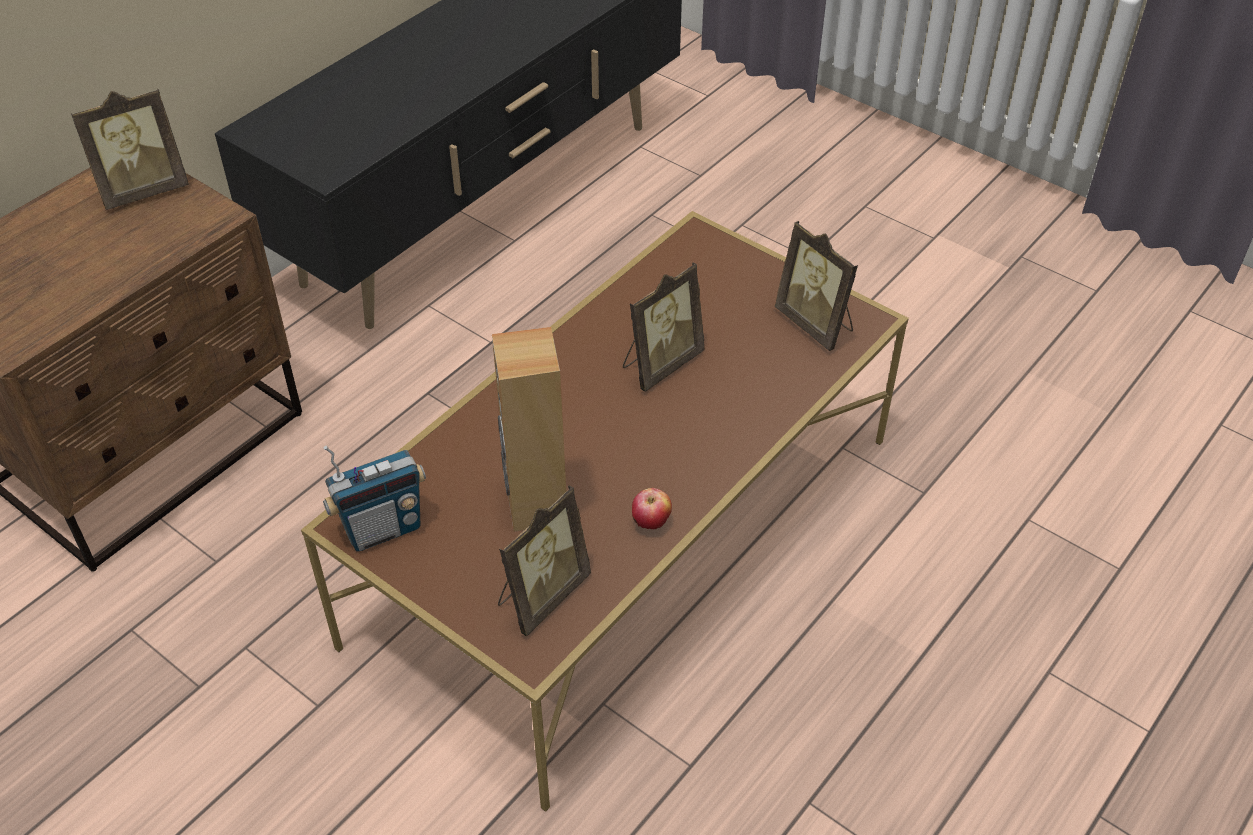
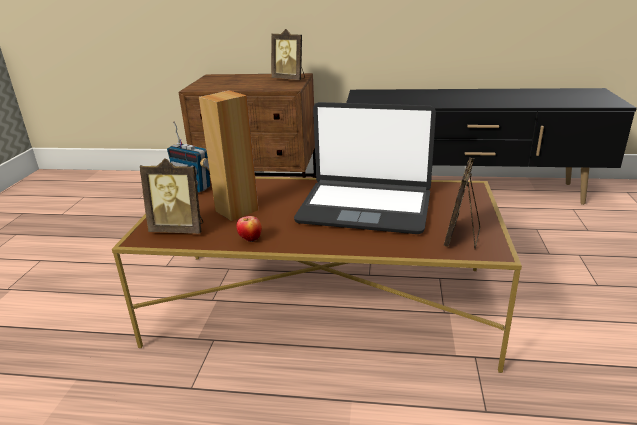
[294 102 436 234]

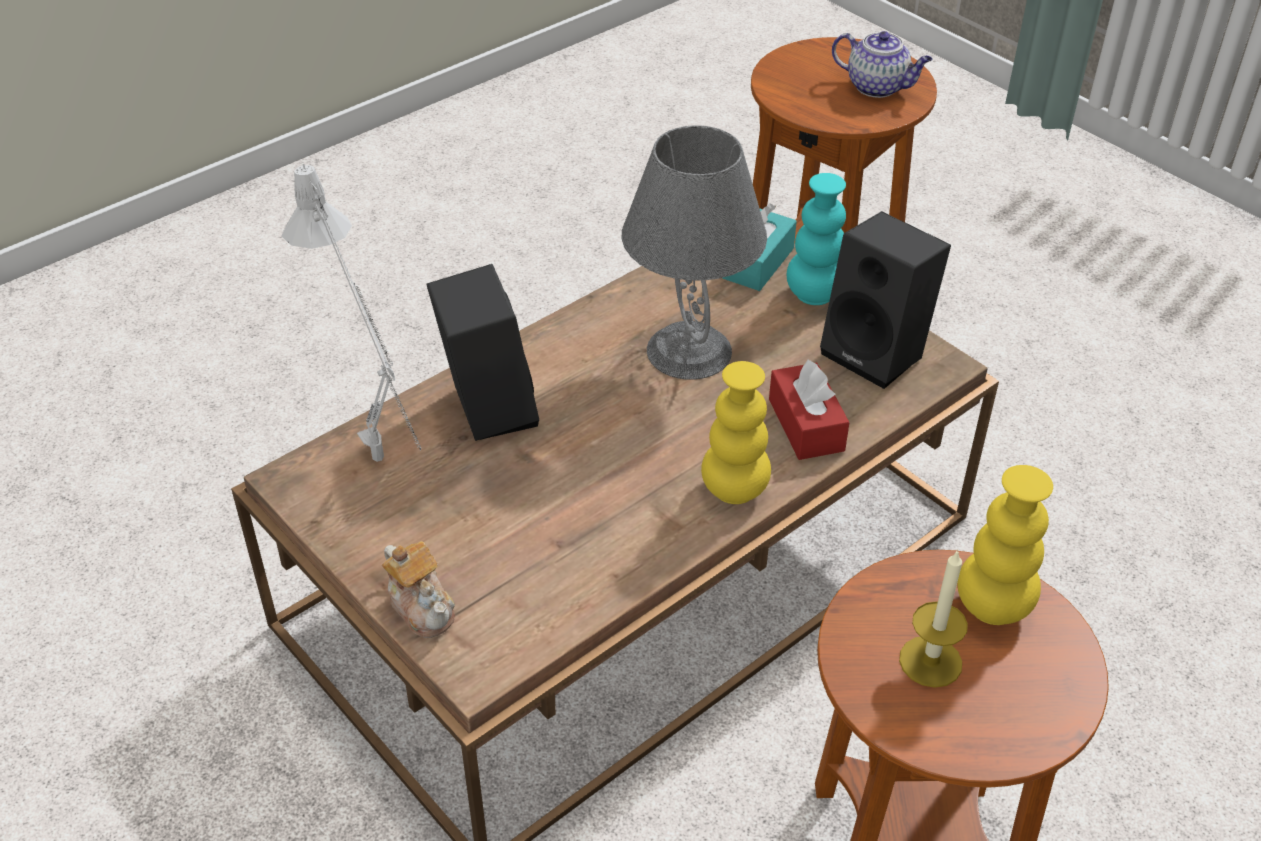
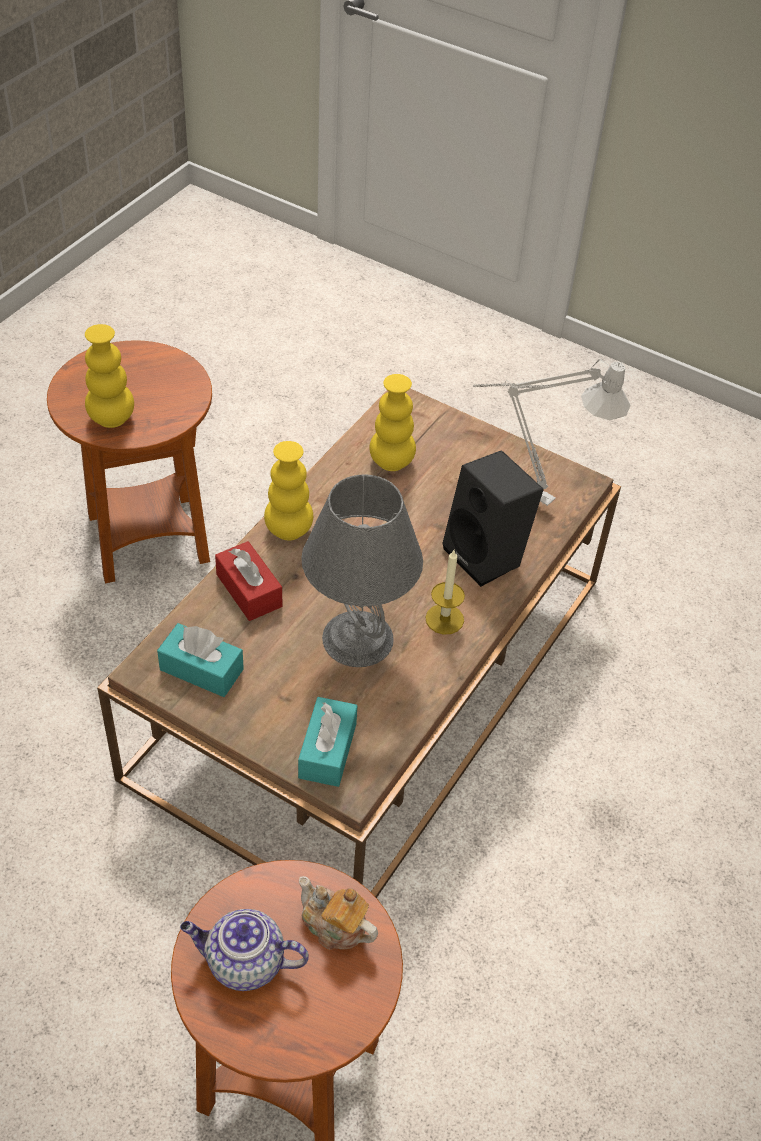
[298 876 378 950]
[787 173 846 305] (first image)
[157 623 244 697]
[425 550 465 634]
[369 374 416 471]

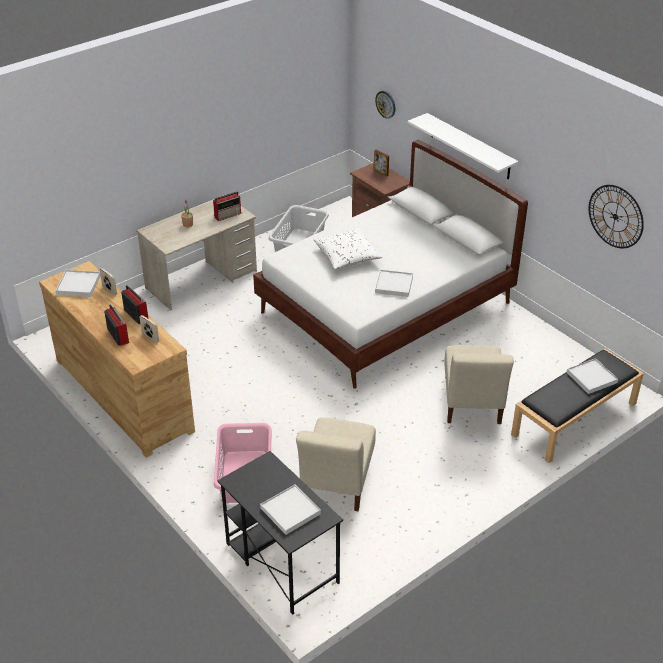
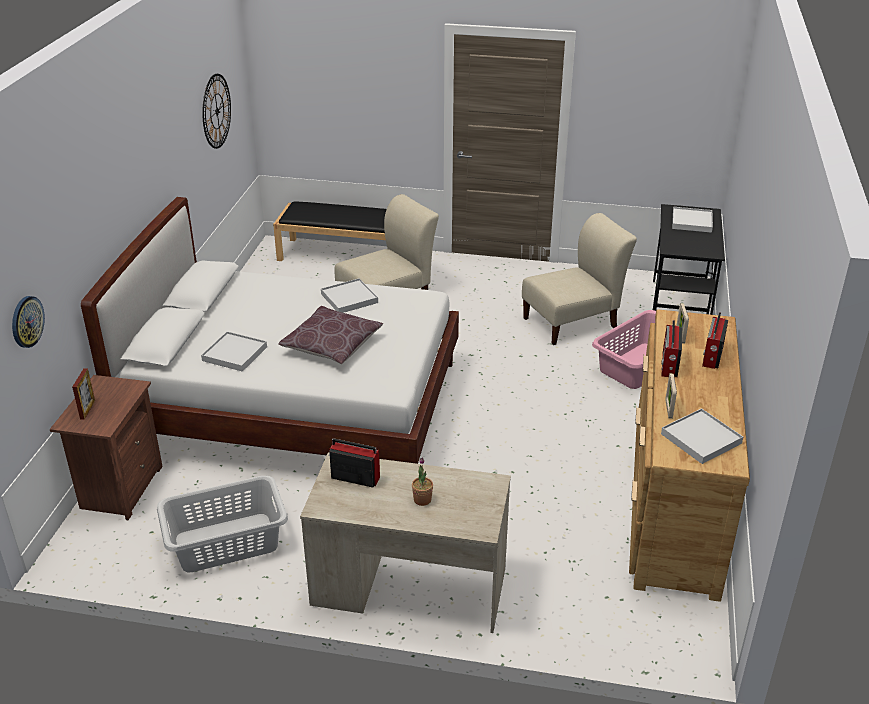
[278 306 383 364]
[408 113 518 179] (first image)
[201 331 267 372]

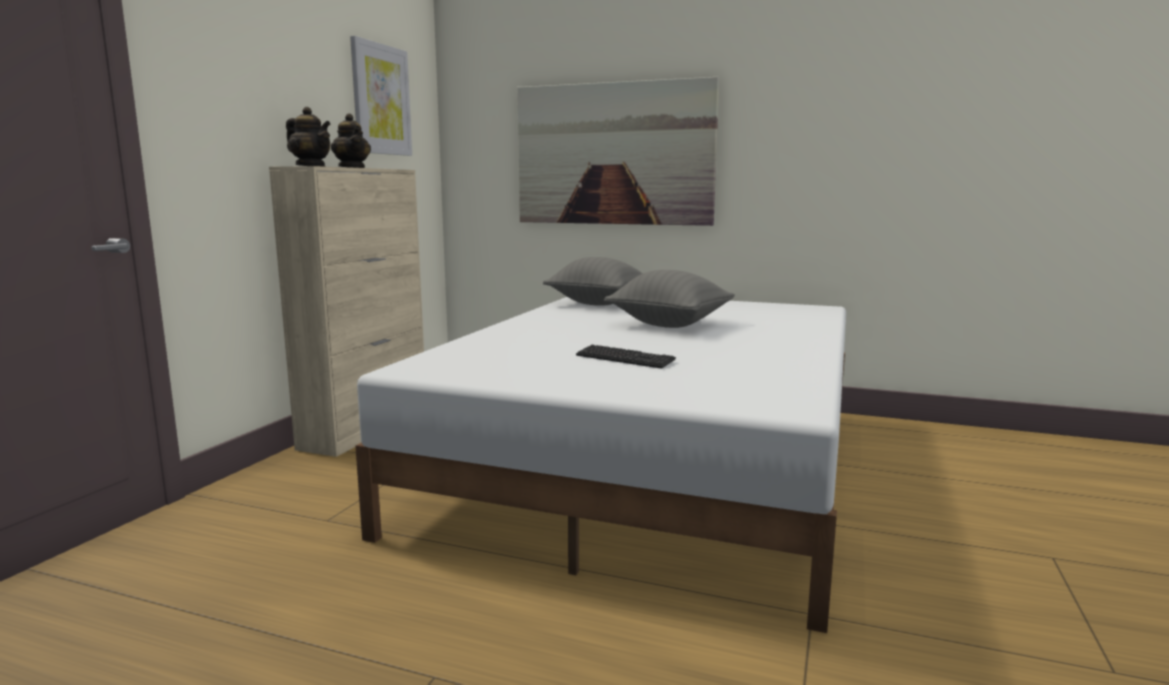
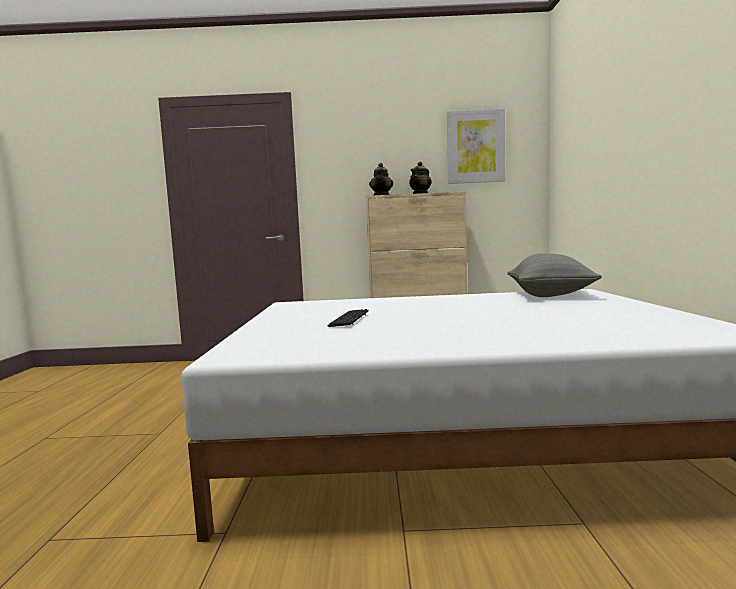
[517 77 719 226] (first image)
[604 270 735 328] (first image)

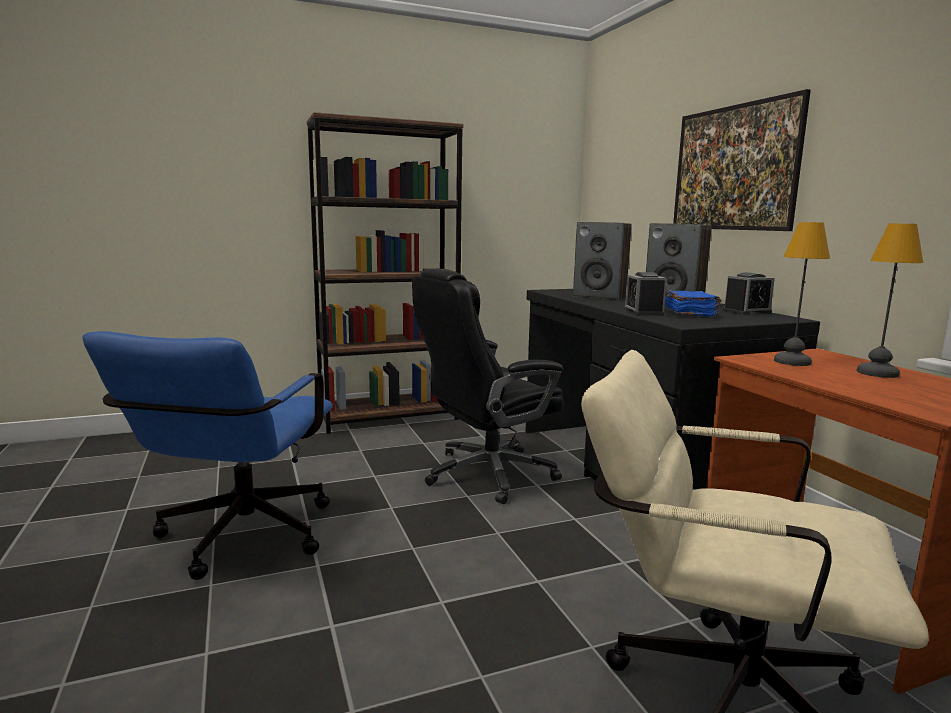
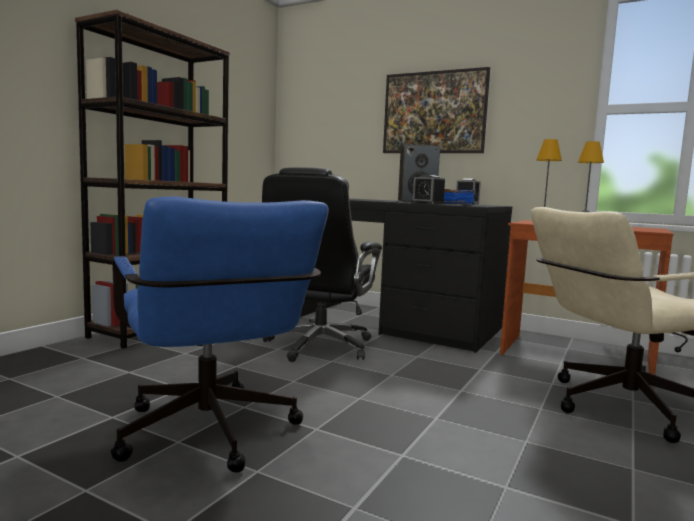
[573 222 632 300] (first image)

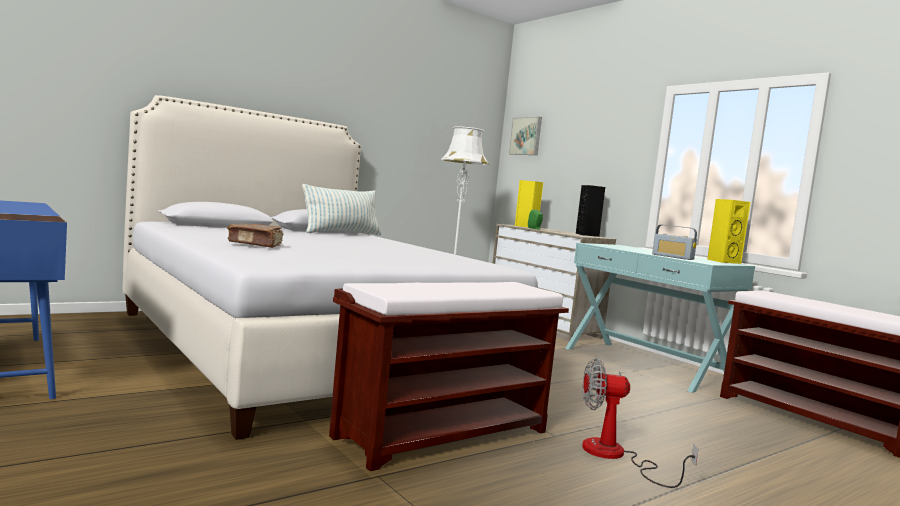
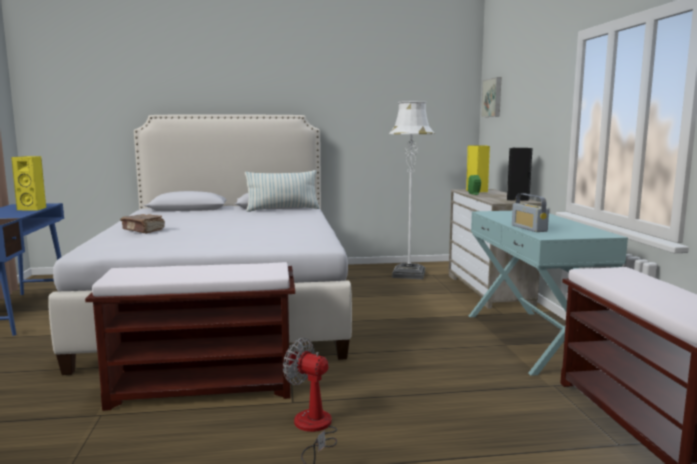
[11 156 46 211]

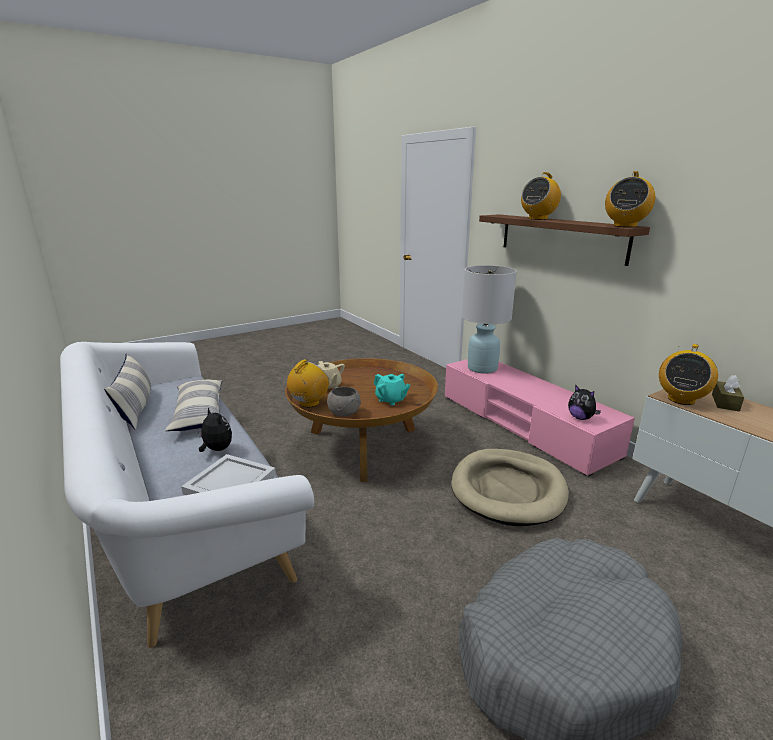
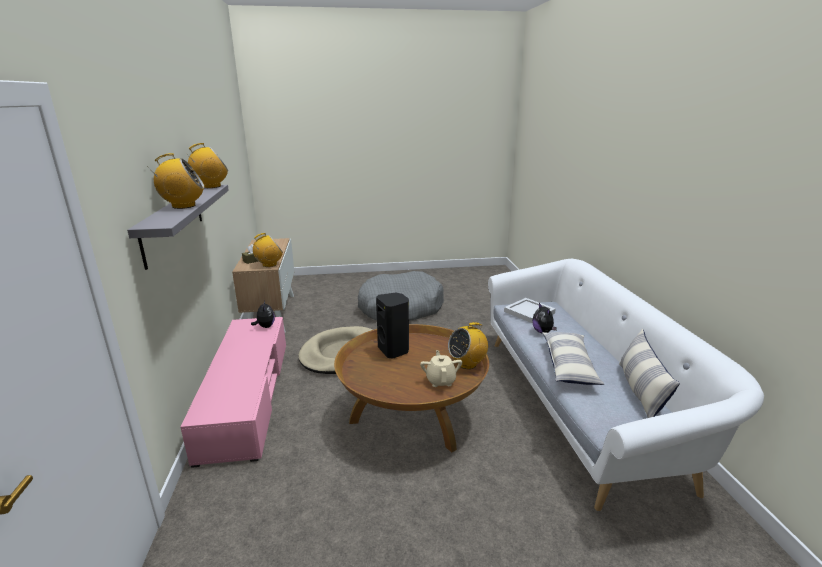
[327 387 361 416] (first image)
[376 293 409 359]
[462 265 517 374] (first image)
[127 185 229 270]

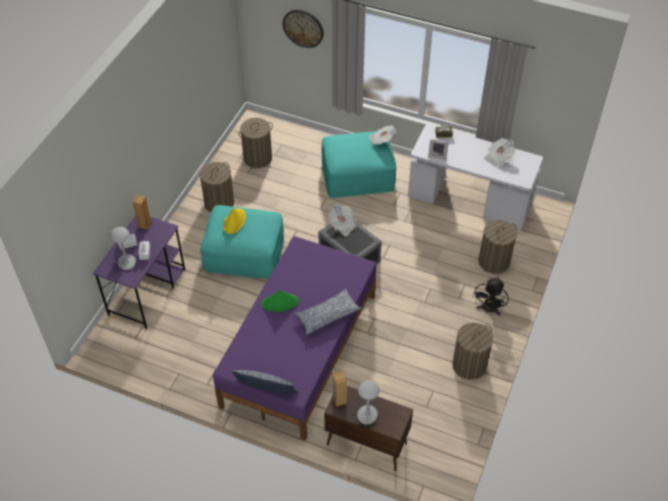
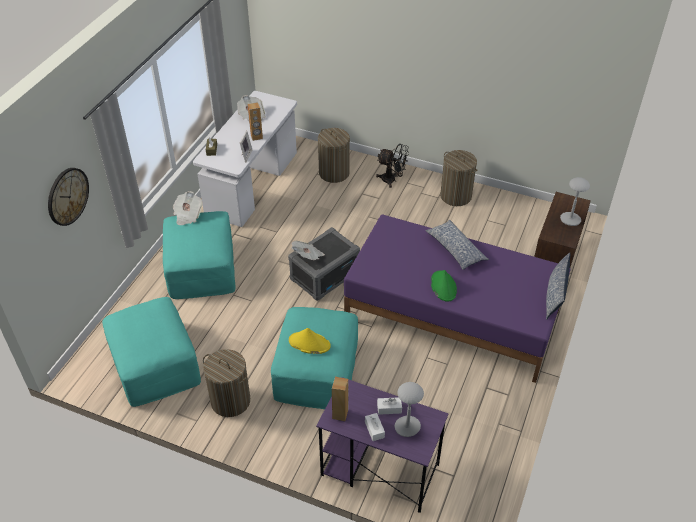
[102 297 201 407]
[248 102 263 141]

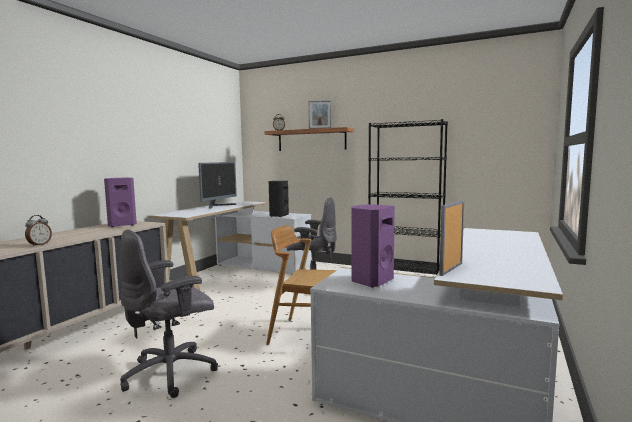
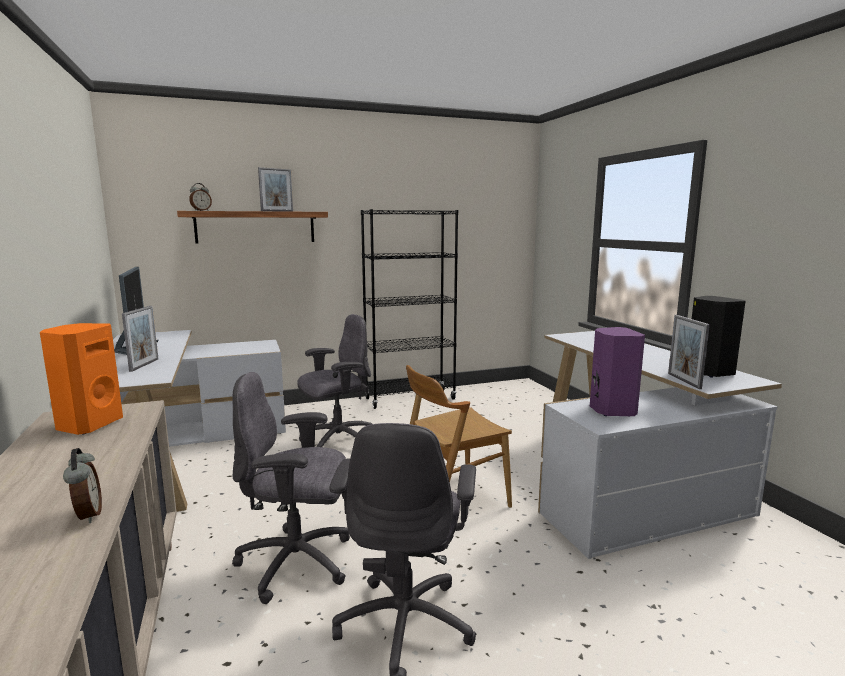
[40 323 123 435]
[692 296 746 378]
[122 306 158 372]
[232 372 350 604]

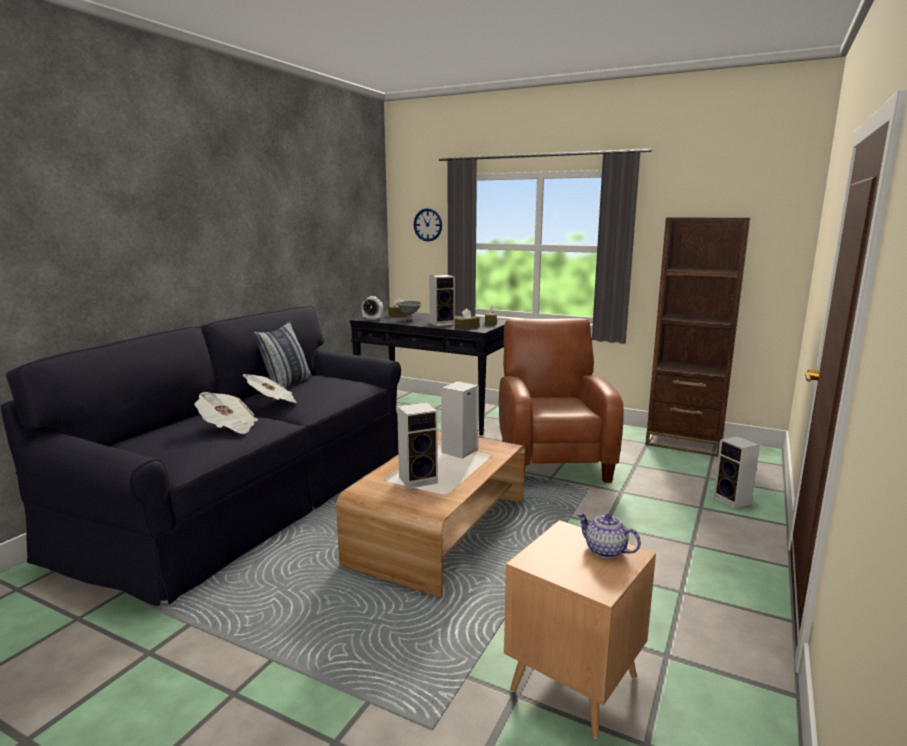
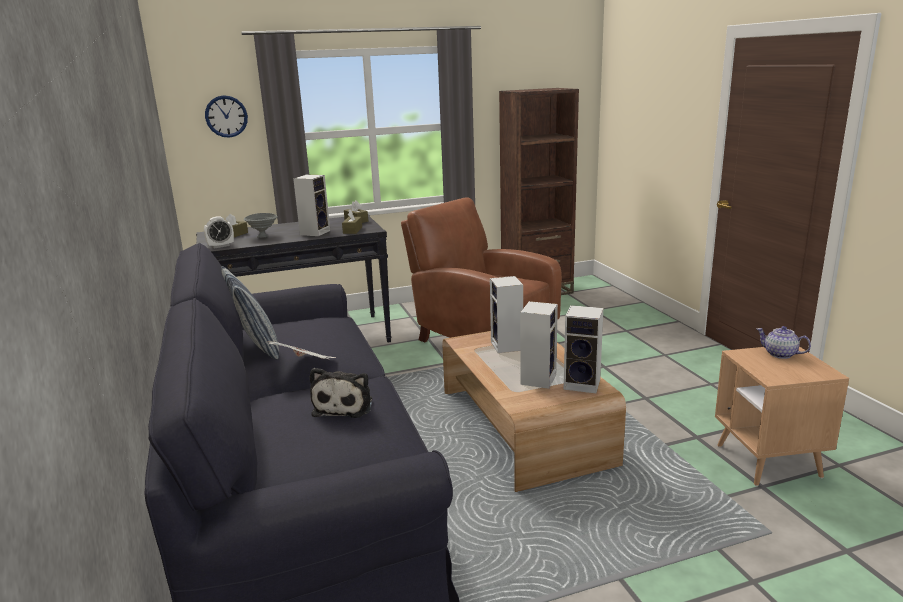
[310 368 372 418]
[756 326 811 359]
[564 305 603 393]

